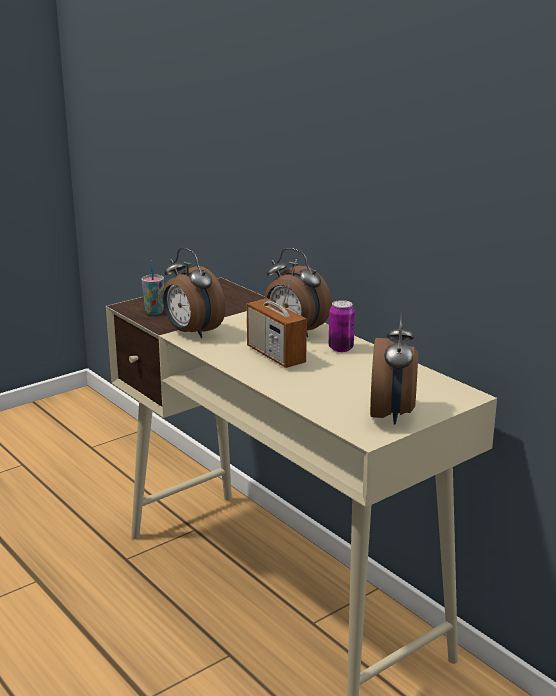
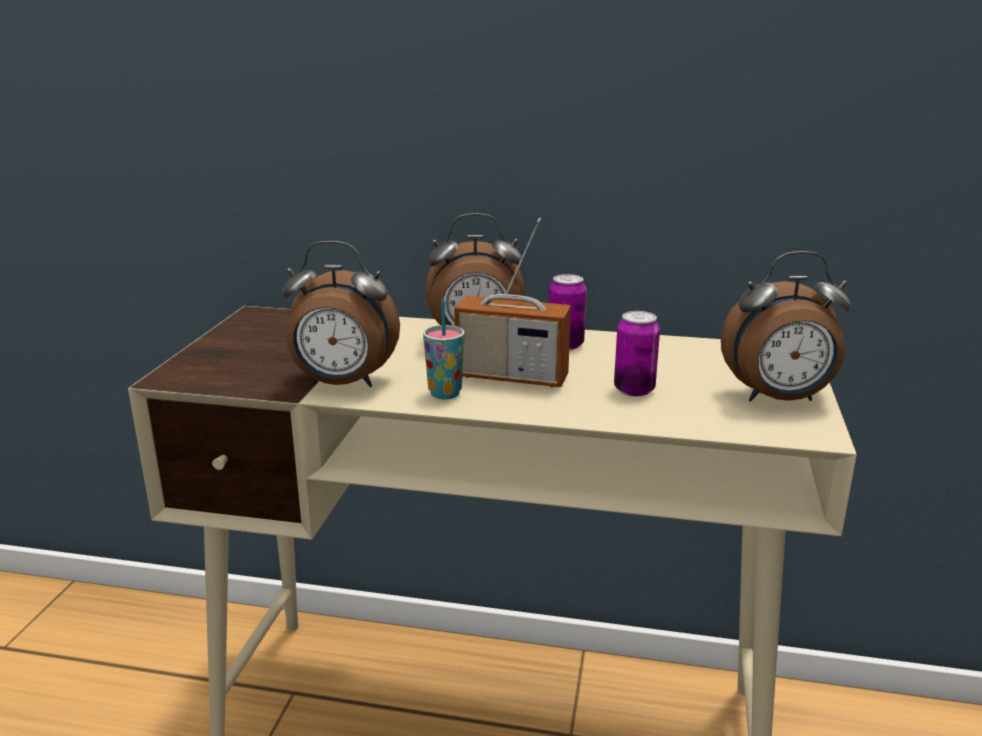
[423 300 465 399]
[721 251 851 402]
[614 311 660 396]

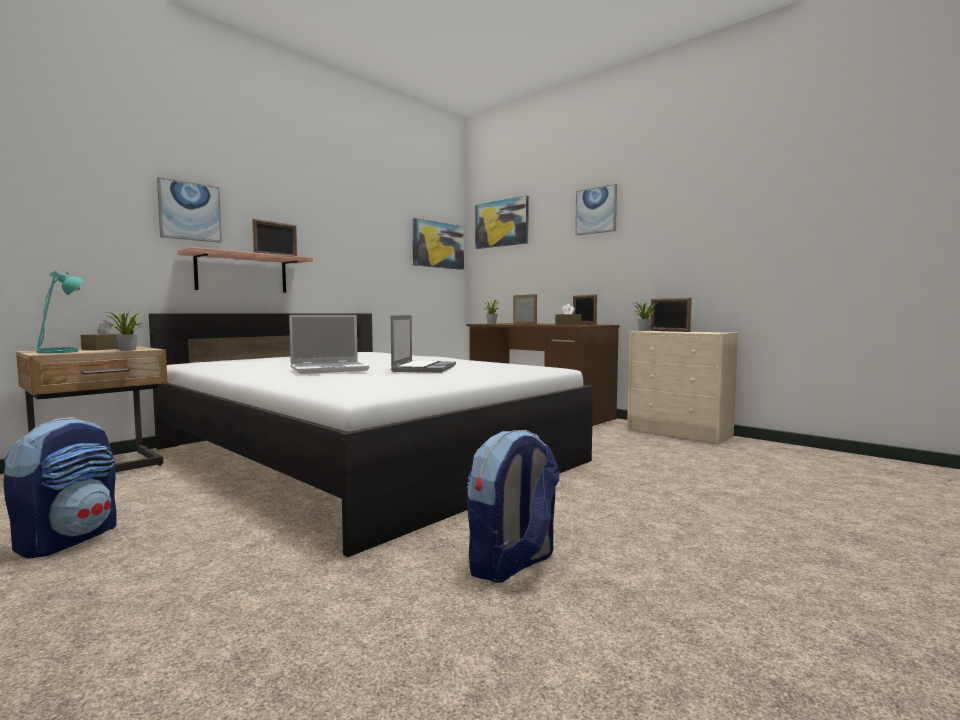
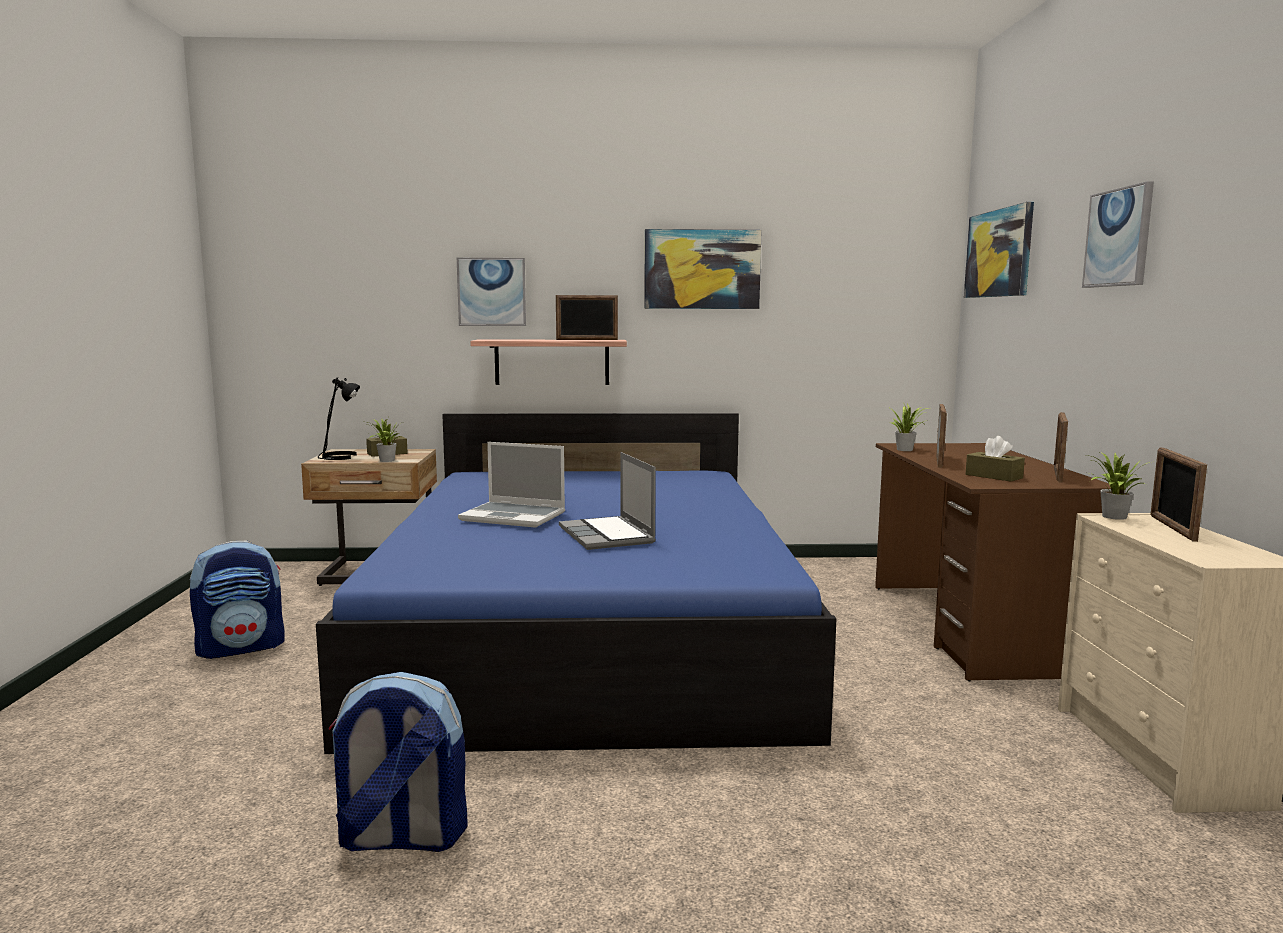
[318 378 360 460]
[316 413 836 754]
[559 452 656 550]
[644 229 762 309]

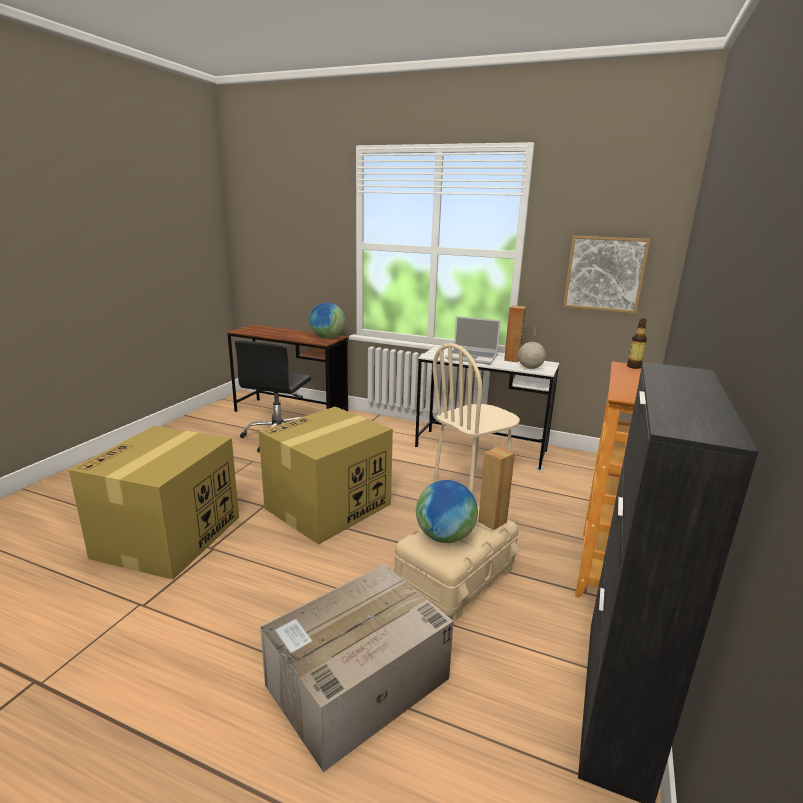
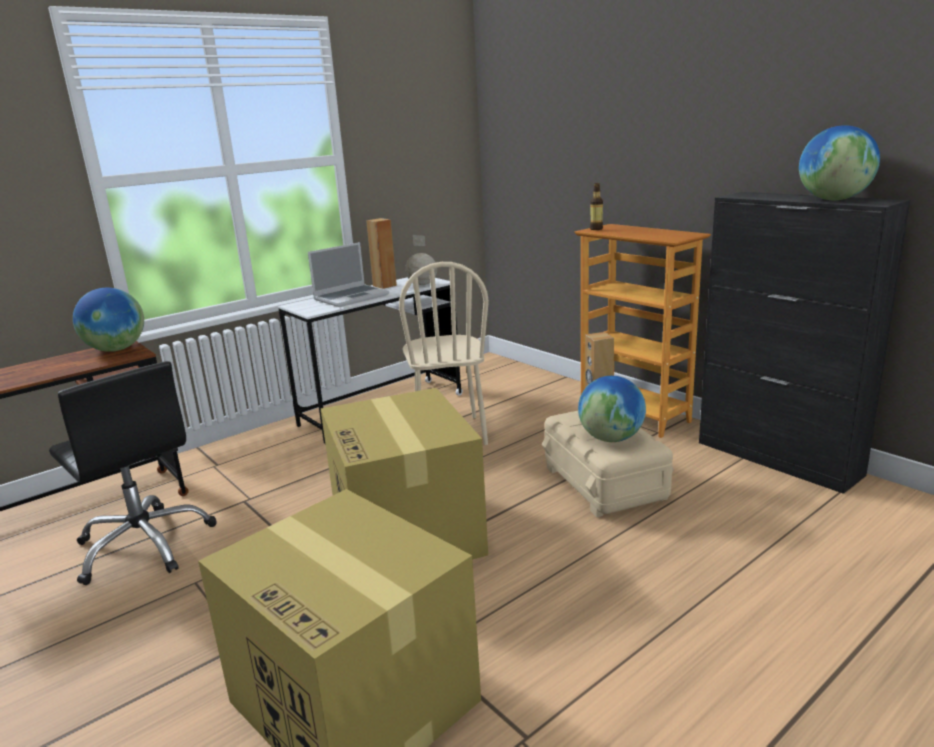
[260 564 454 772] (first image)
[563 236 650 313] (first image)
[799 125 880 200]

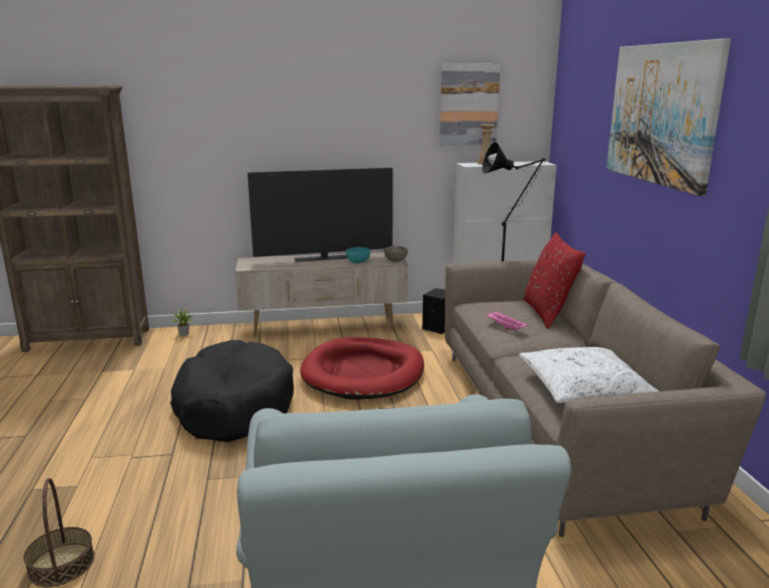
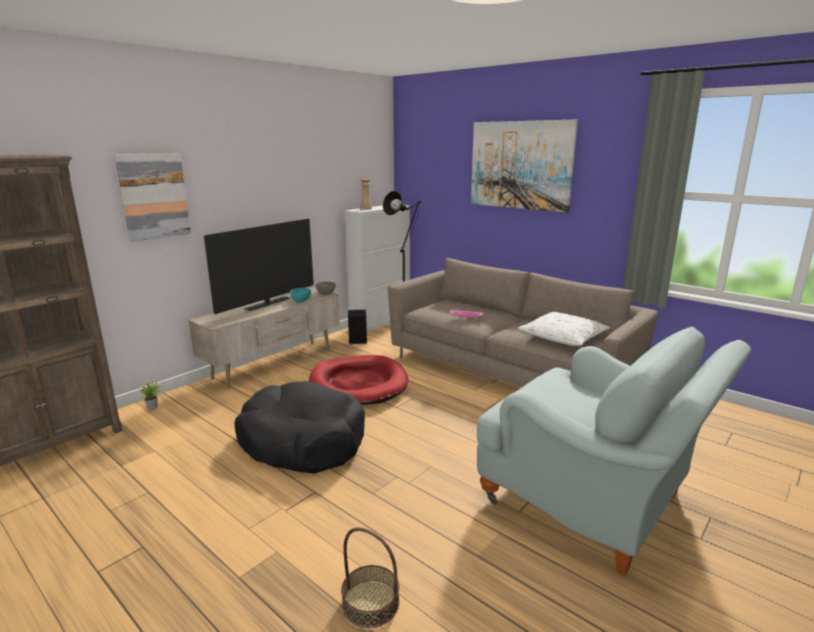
[115 153 191 242]
[523 232 586 329] (first image)

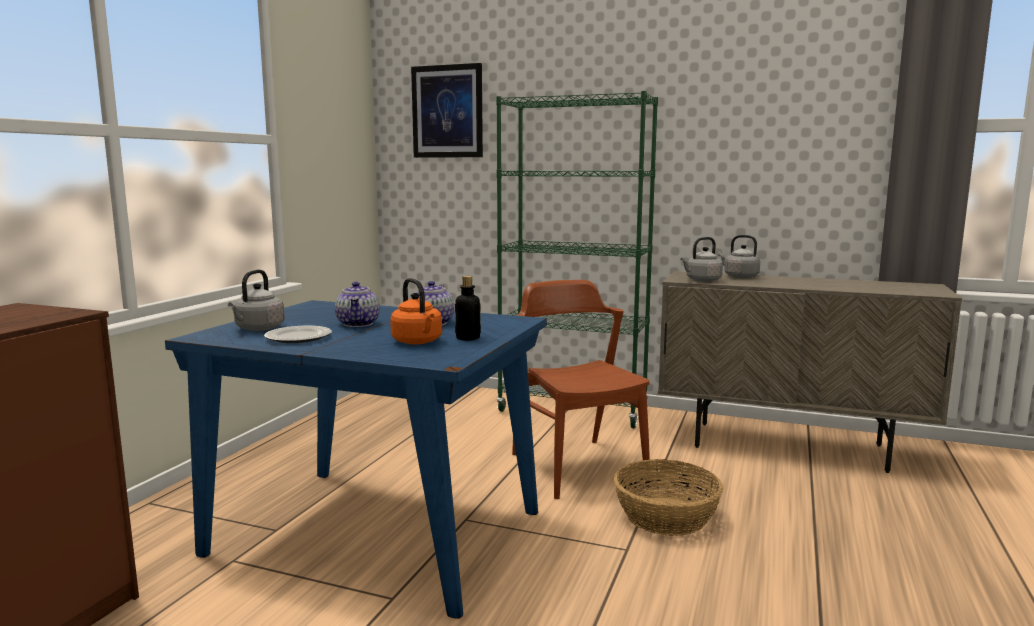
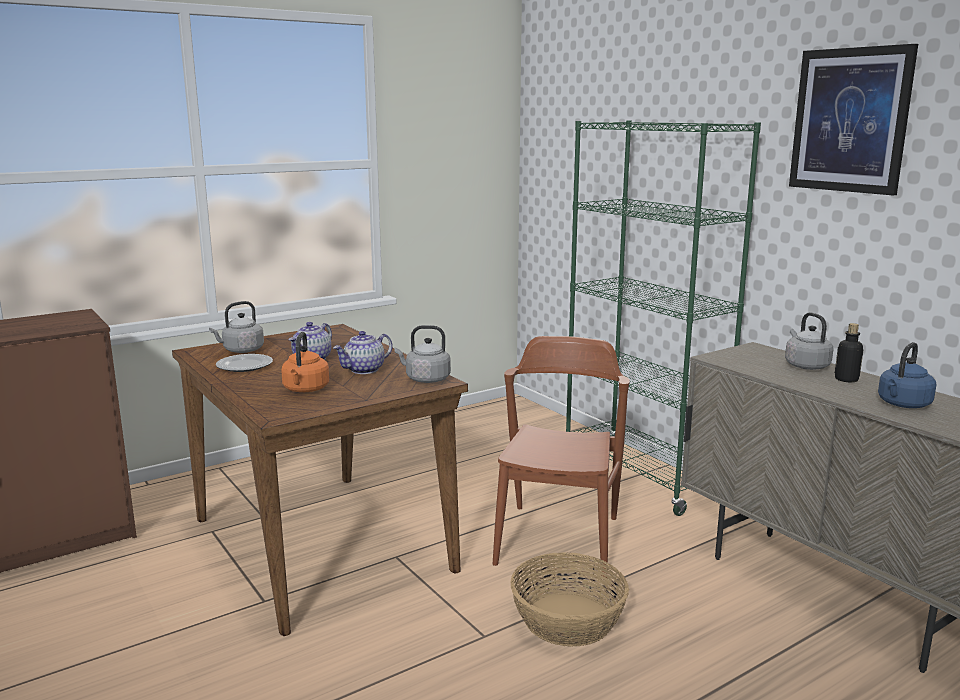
[172 324 468 636]
[789 44 918 195]
[834 323 863 382]
[395 325 451 383]
[878 342 936 408]

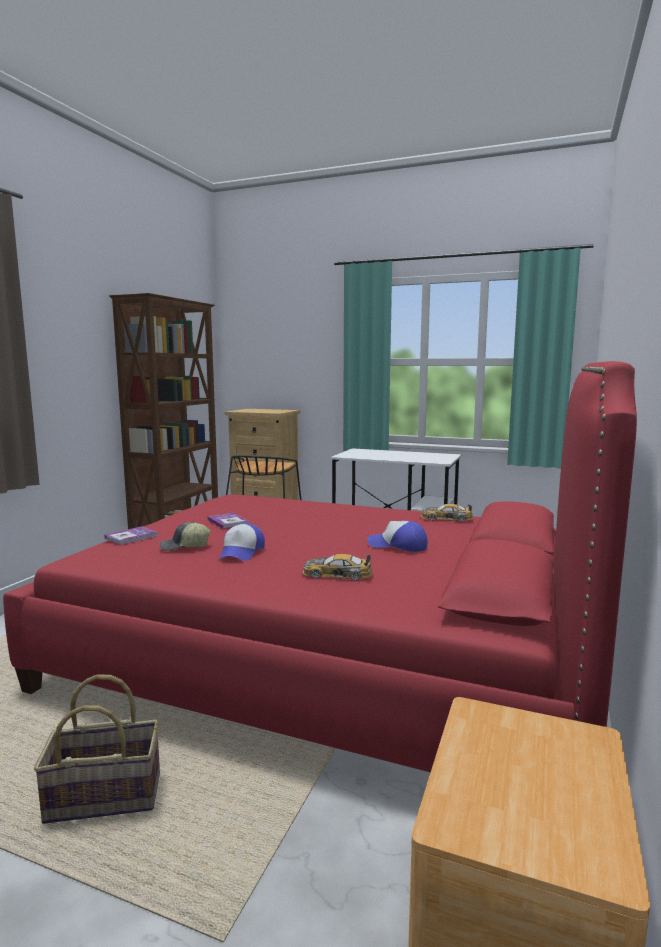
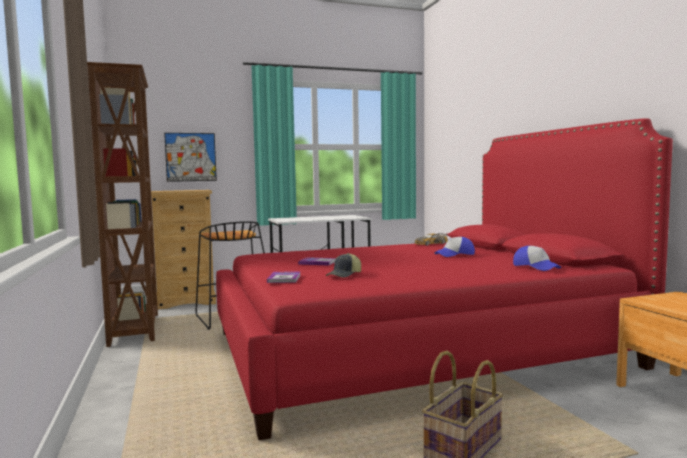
[513 246 561 271]
[302 554 372 581] (first image)
[164 133 217 182]

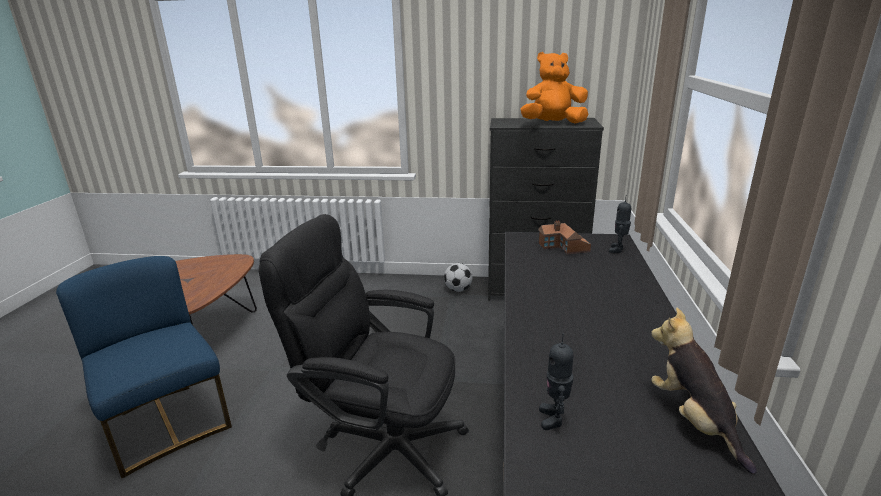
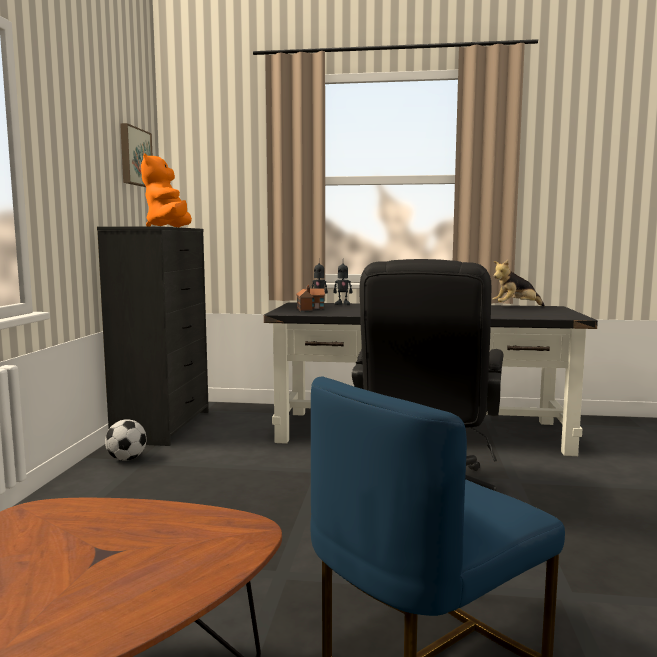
[333 264 352 305]
[120 123 153 187]

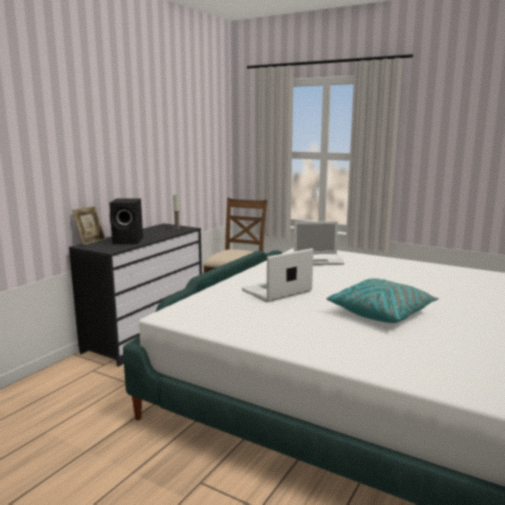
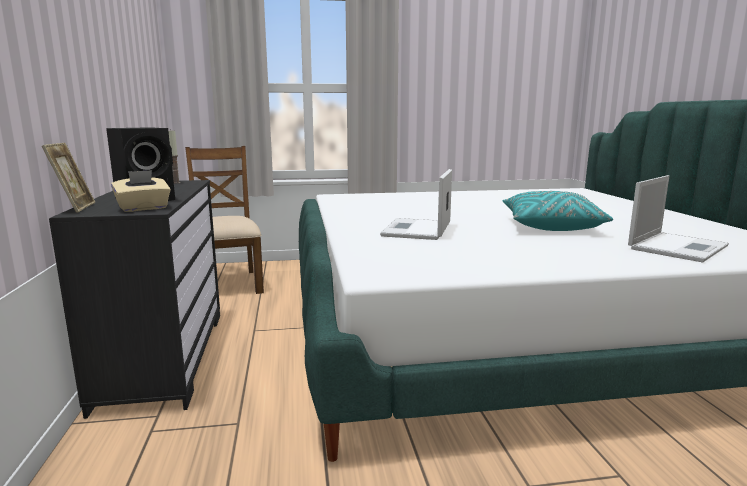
[628 175 729 262]
[111 170 171 212]

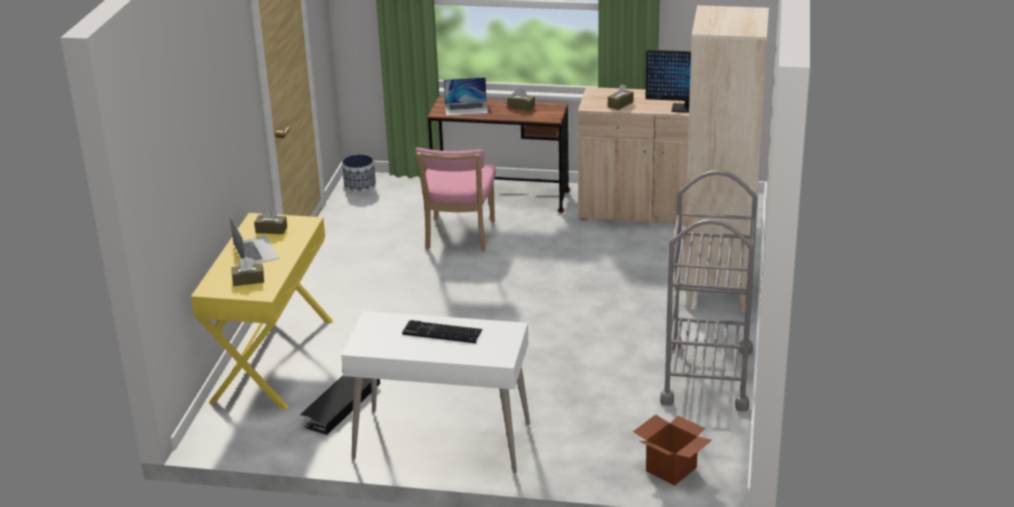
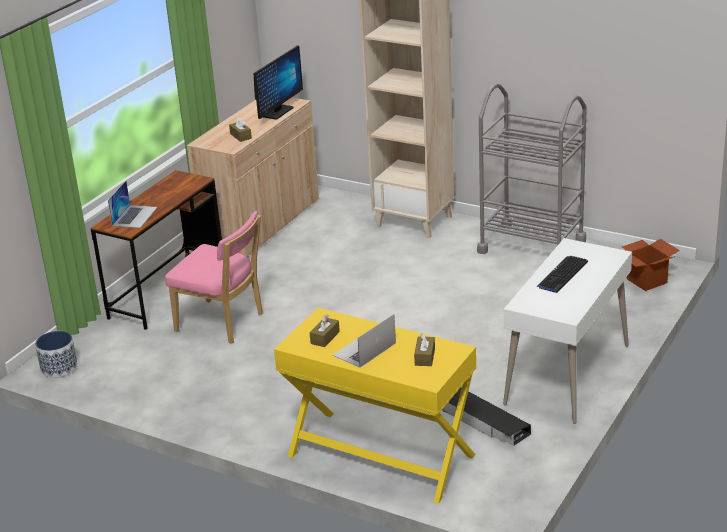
[332 314 396 368]
[507 88 535 111] (first image)

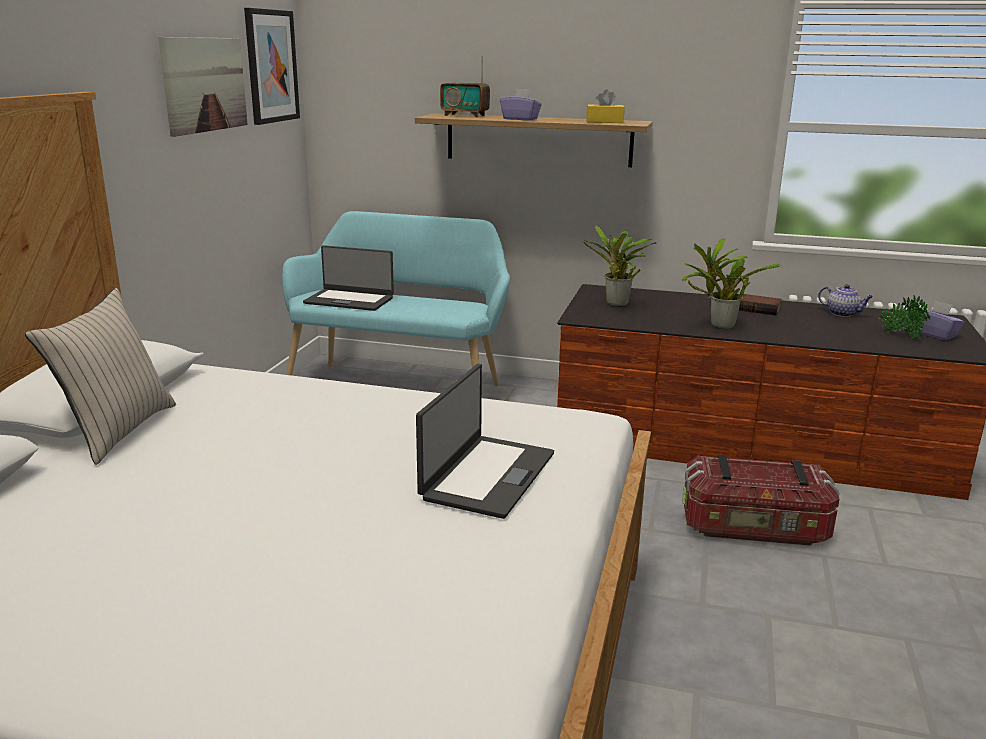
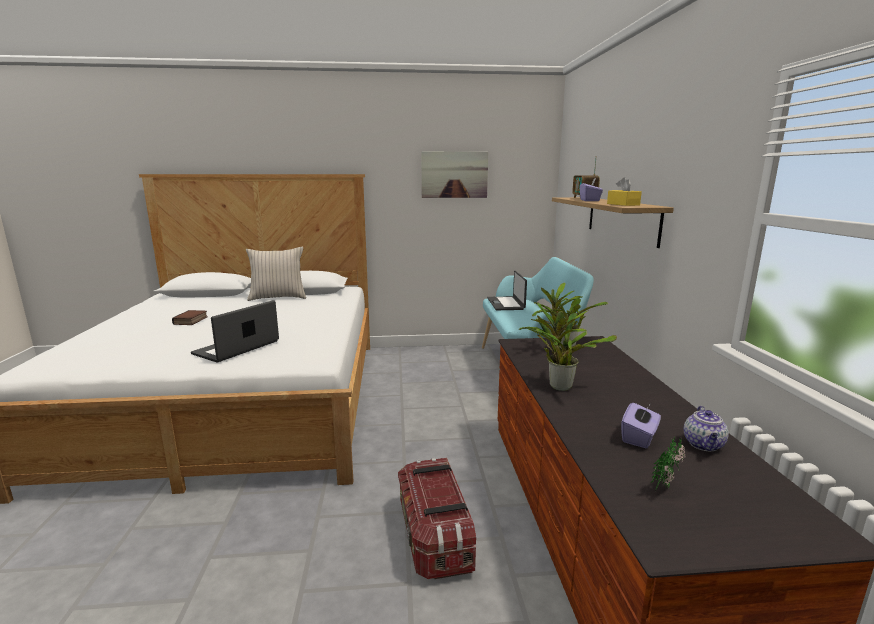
[244 8 300 125] (first image)
[191 300 279 363]
[172 310 207 325]
[621 402 661 448]

